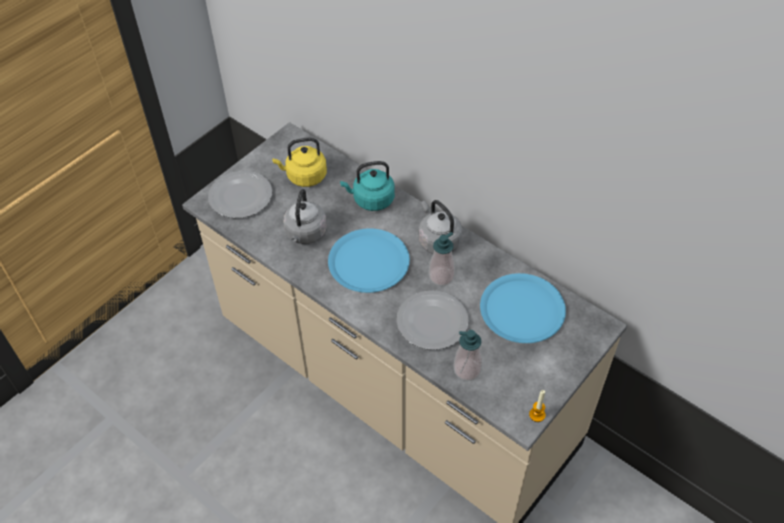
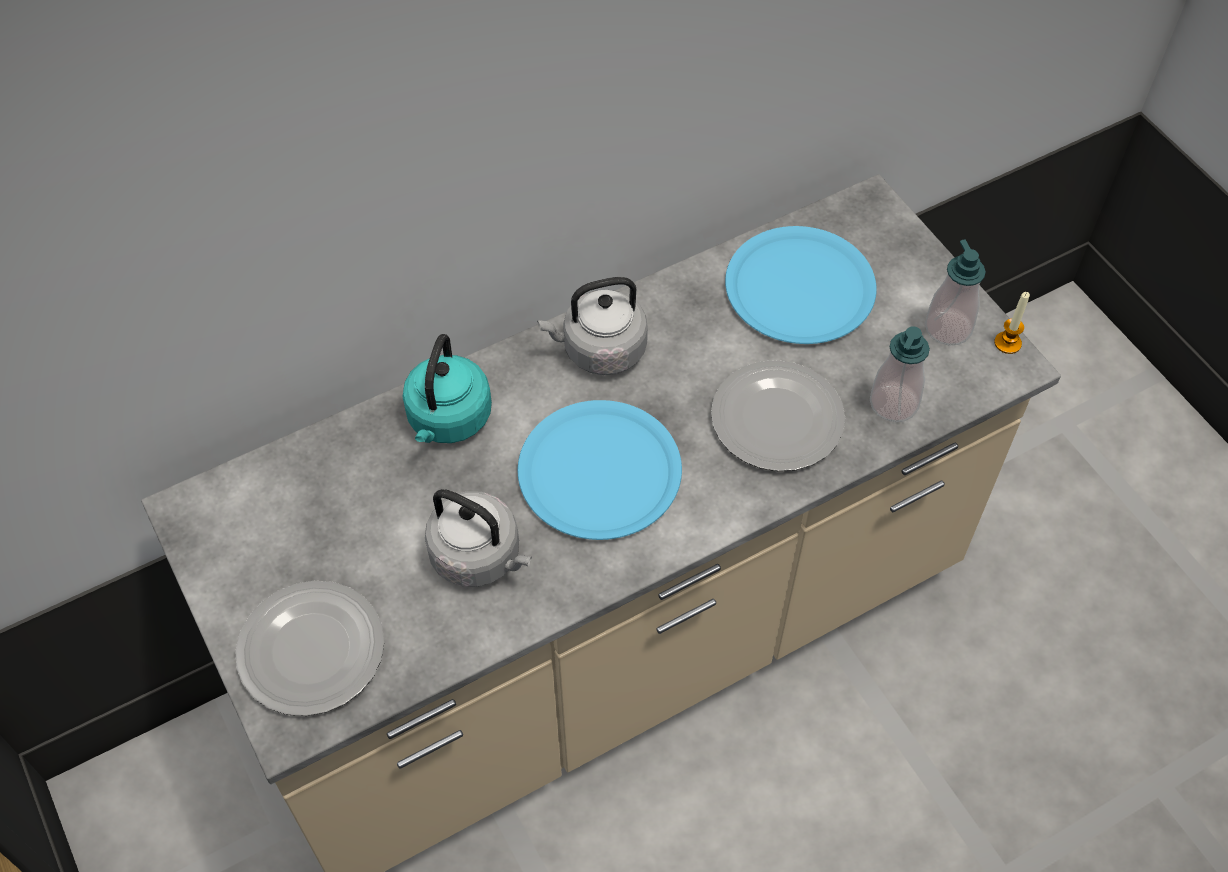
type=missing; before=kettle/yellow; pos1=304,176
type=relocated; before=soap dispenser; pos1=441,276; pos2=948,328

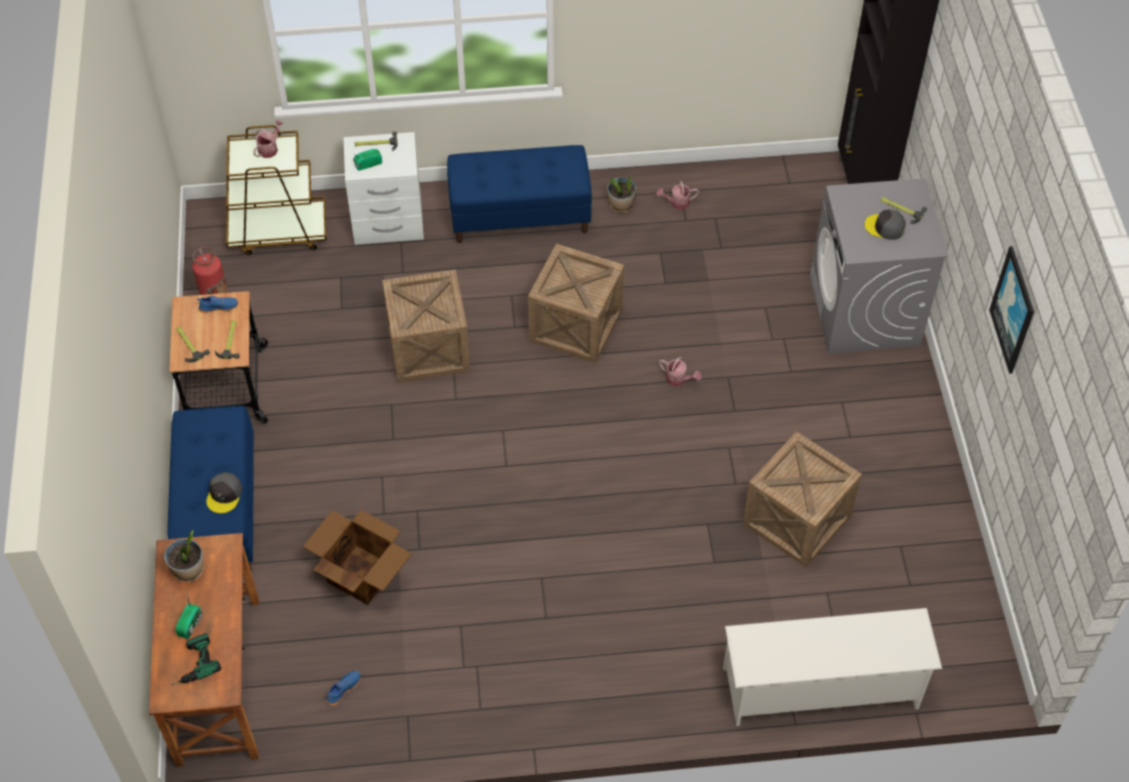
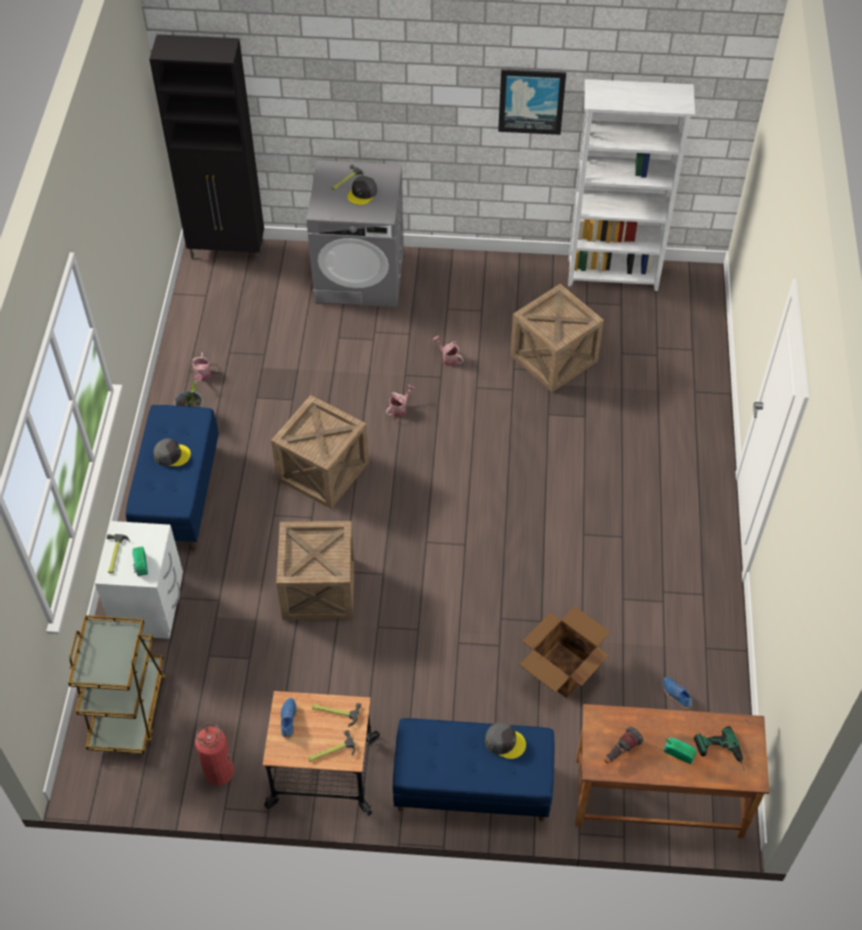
type=exchanged; before=potted plant; after=flashlight; pos1=189,570; pos2=620,751
type=relocated; before=watering can; pos1=269,148; pos2=448,358
type=missing; before=shoe rack/white; pos1=821,688
type=appeared; after=cap/grey; pos2=171,455
type=appeared; after=bookcase/white; pos2=613,275

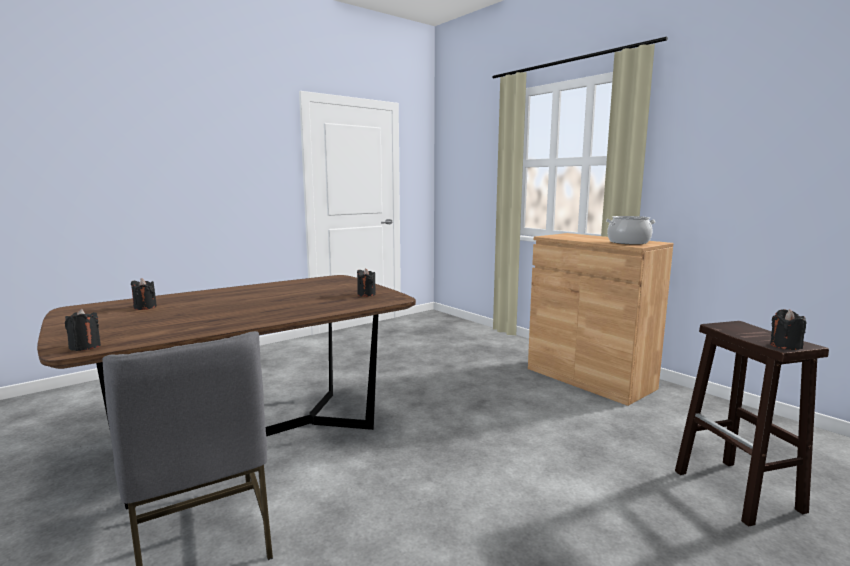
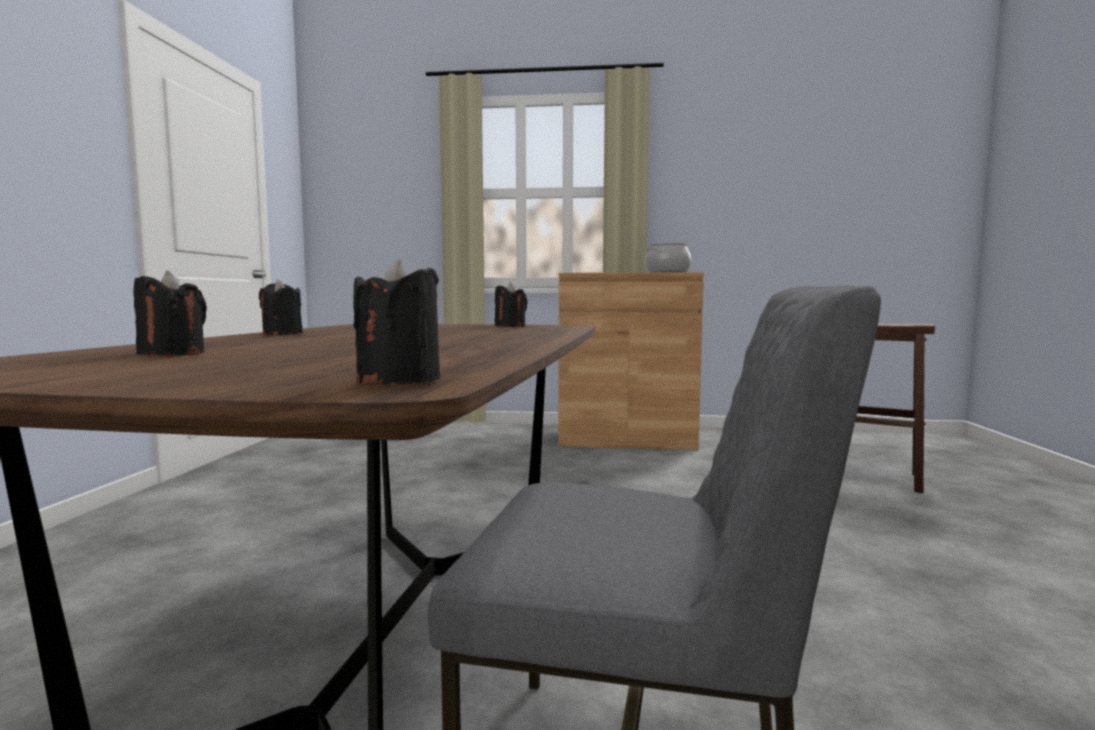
type=relocated; before=candle/black; pos1=785,346; pos2=282,334

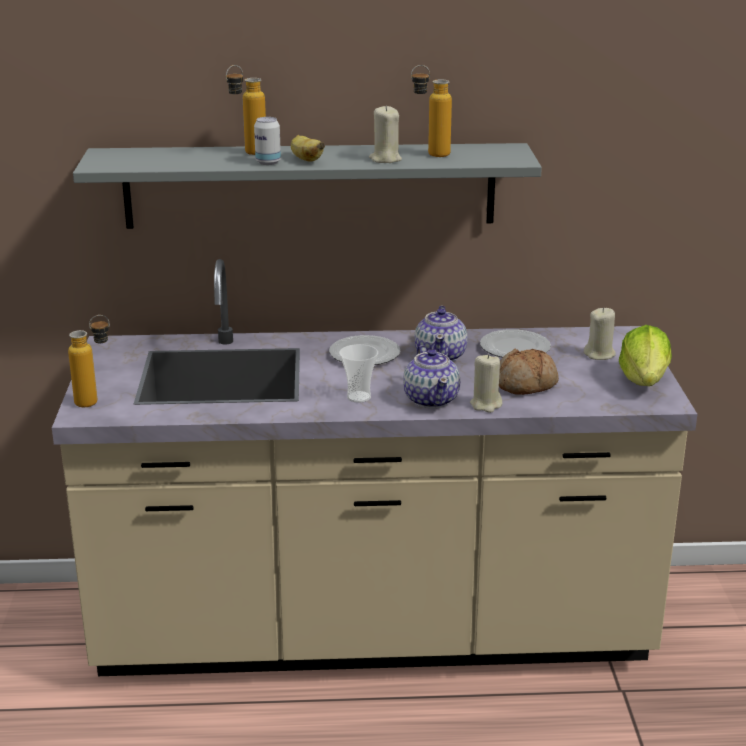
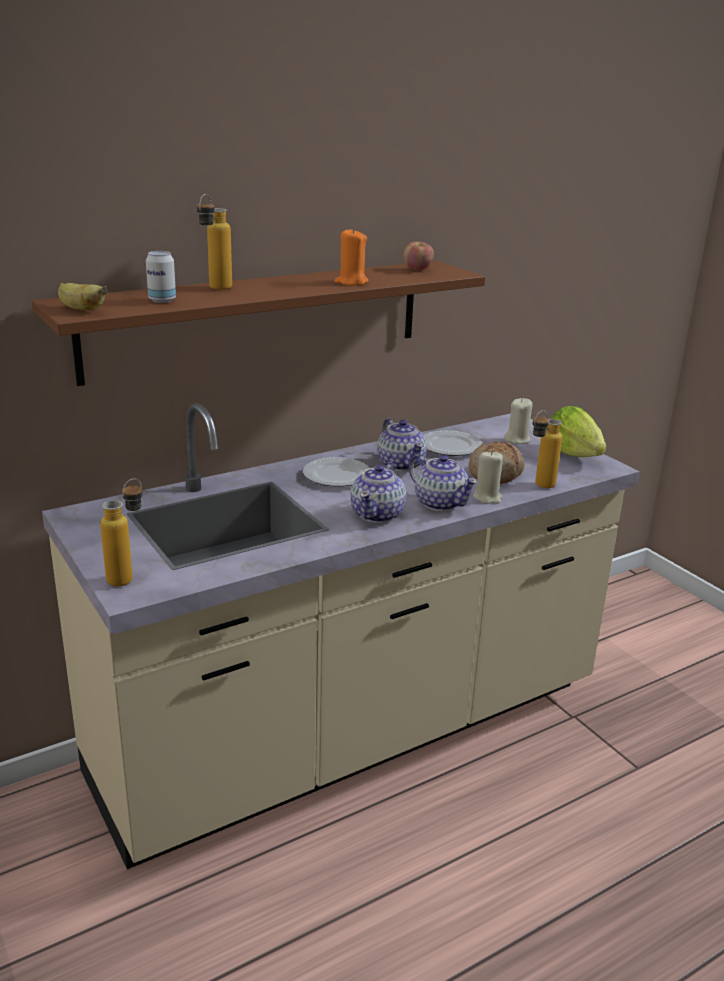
type=colour; before=shelf/grey; after=shelf/brown; pos1=310,185; pos2=258,319
type=relocated; before=can; pos1=268,162; pos2=162,300
type=relocated; before=banana; pos1=305,159; pos2=80,309
type=exchanged; before=cup; after=teapot; pos1=359,397; pos2=378,514
type=colour; before=candle/beige; after=candle/orange; pos1=385,159; pos2=351,282
type=relocated; before=bottle; pos1=430,155; pos2=539,486
type=appeared; after=apple; pos2=417,269

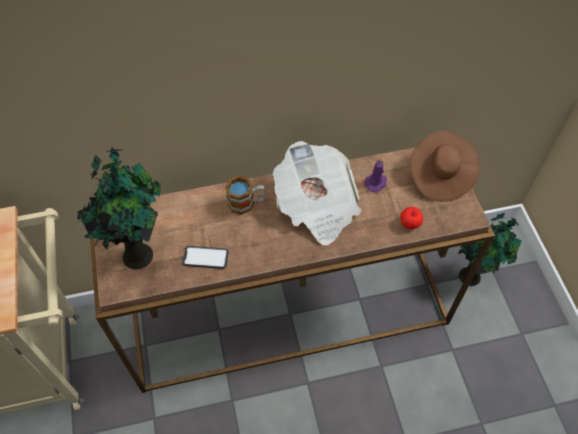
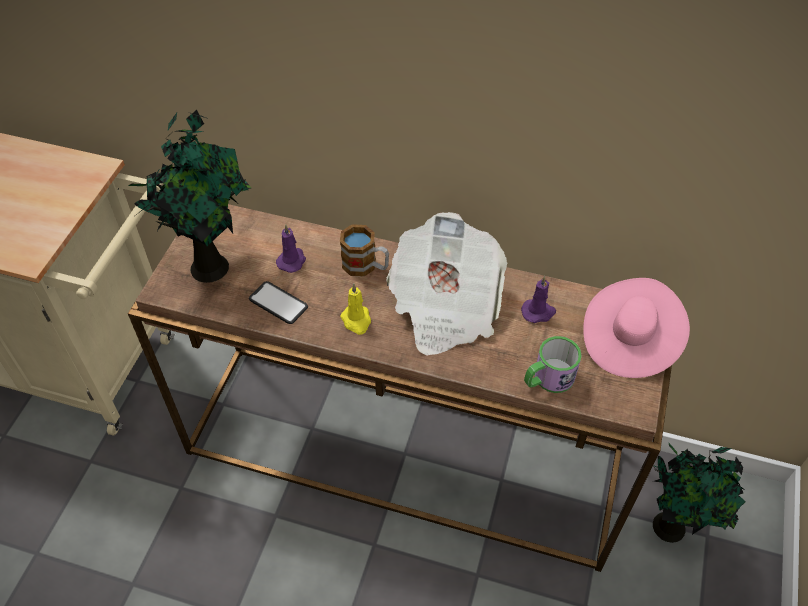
type=exchanged; before=apple; after=mug; pos1=410,223; pos2=547,379
type=colour; before=hat/brown; after=hat/pink; pos1=440,176; pos2=629,341
type=appeared; after=candle/purple; pos2=292,260
type=appeared; after=candle/yellow; pos2=356,321

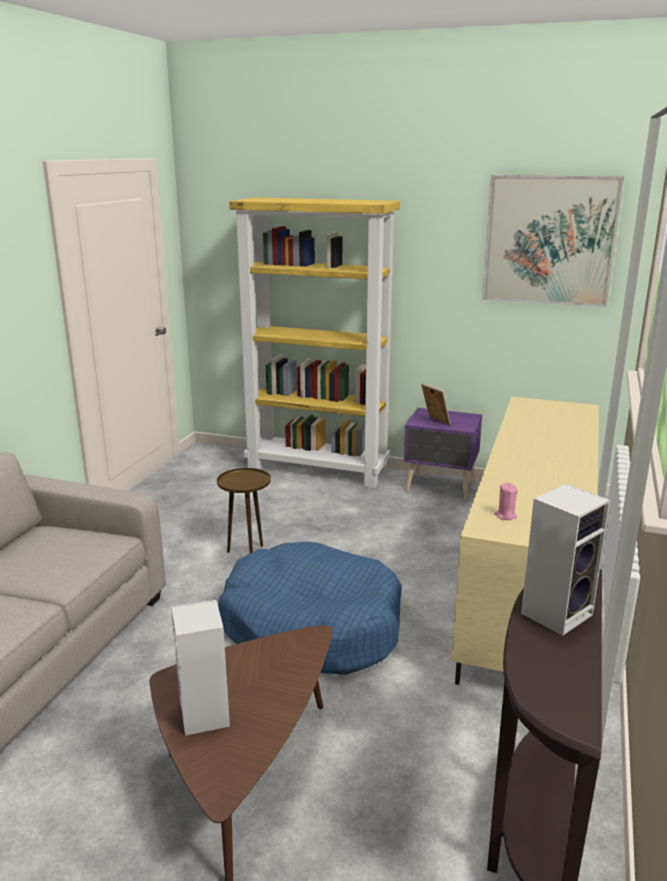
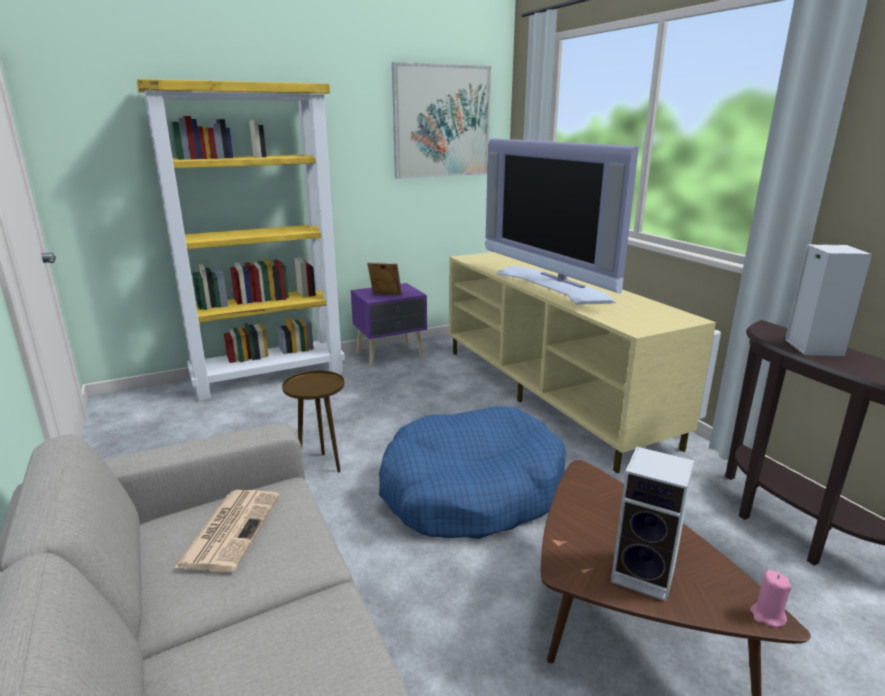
type=relocated; before=candle/pink; pos1=505,515; pos2=767,616
type=appeared; after=newspaper; pos2=231,529
type=appeared; after=television; pos2=552,284

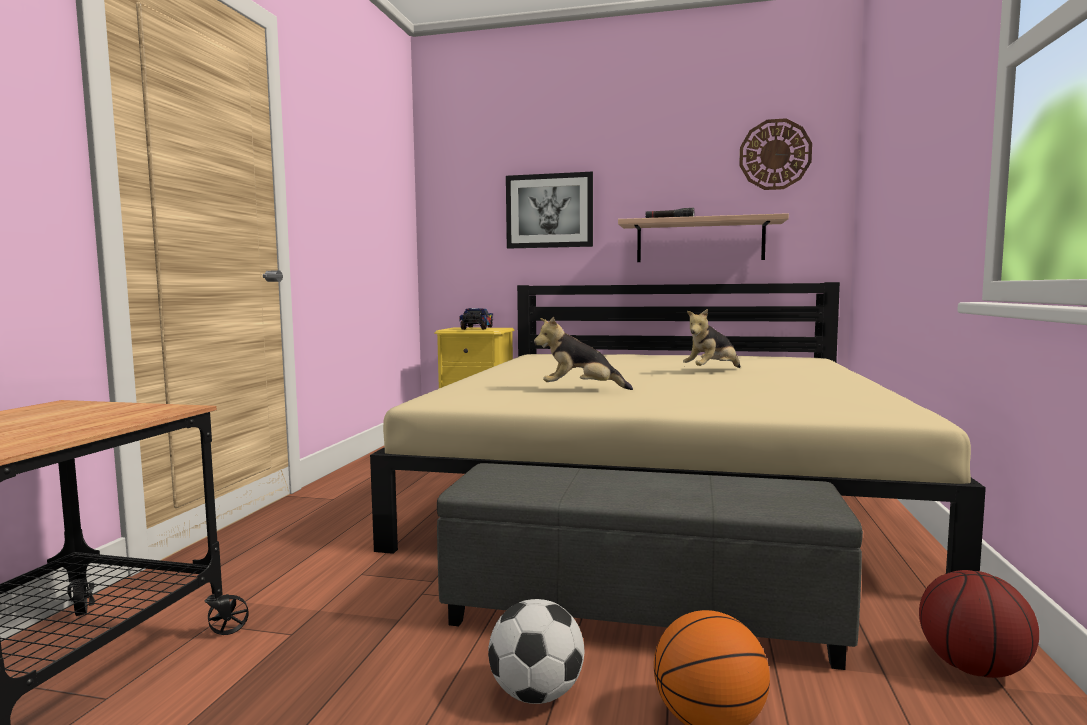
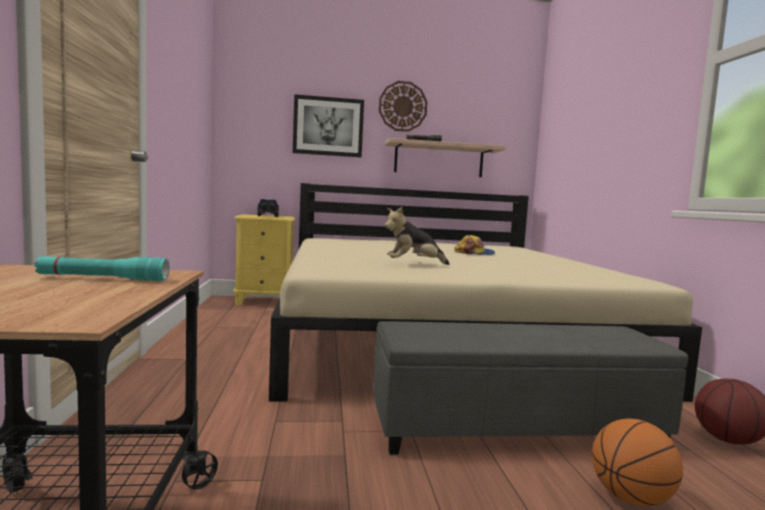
type=missing; before=football; pos1=536,694
type=exchanged; before=plush toy; after=cap; pos1=712,371; pos2=474,253
type=relocated; before=wall clock; pos1=775,154; pos2=402,106
type=appeared; after=flashlight/turquoise; pos2=103,279

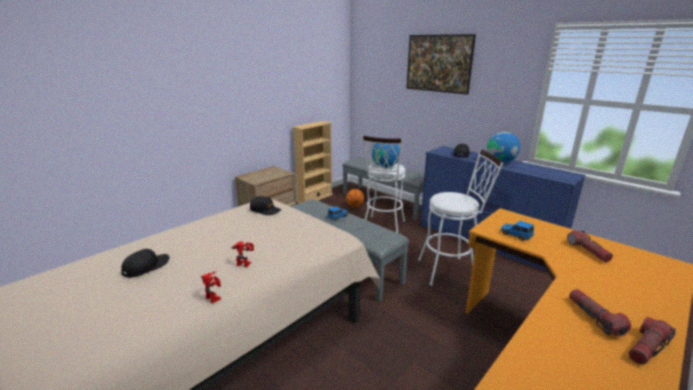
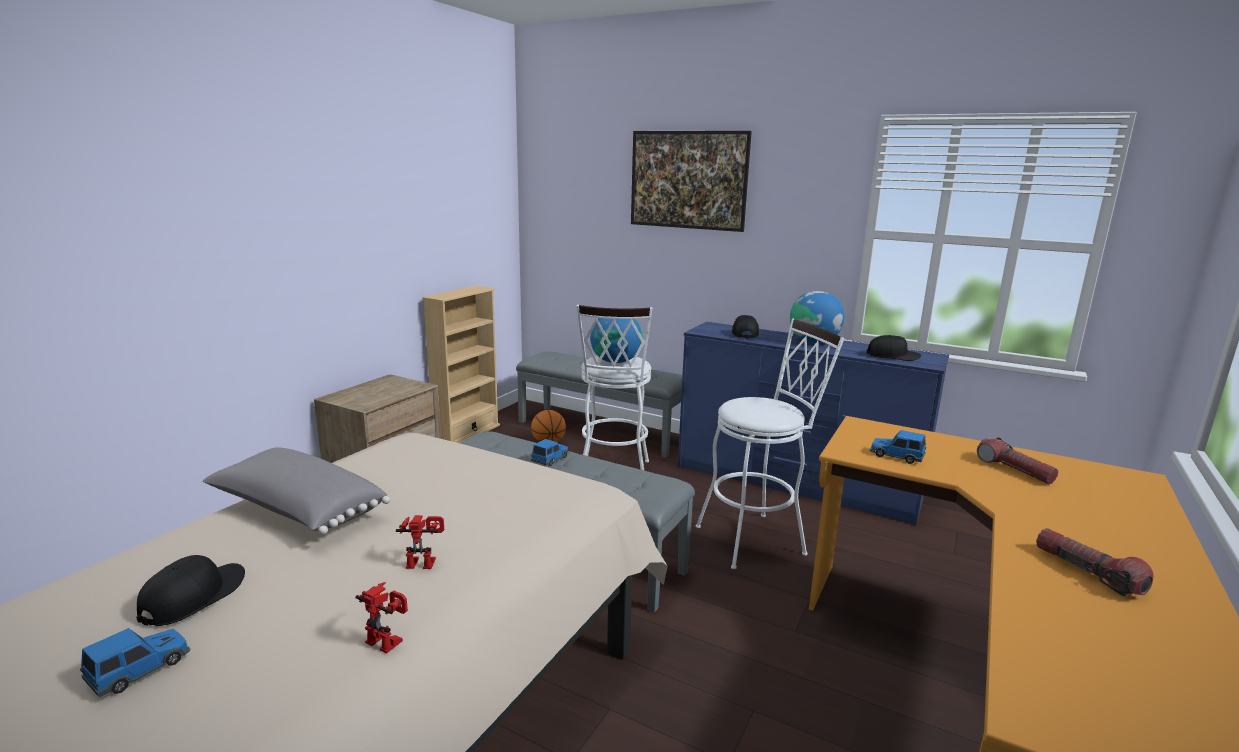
type=relocated; before=cap/black; pos1=265,210; pos2=892,356
type=missing; before=flashlight; pos1=647,348
type=appeared; after=toy car; pos2=140,670
type=appeared; after=pillow/grey; pos2=297,511

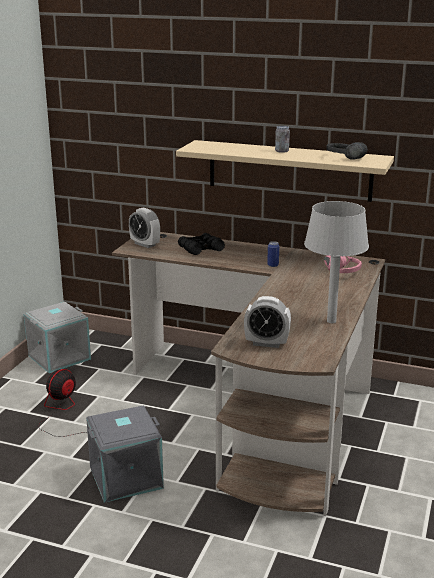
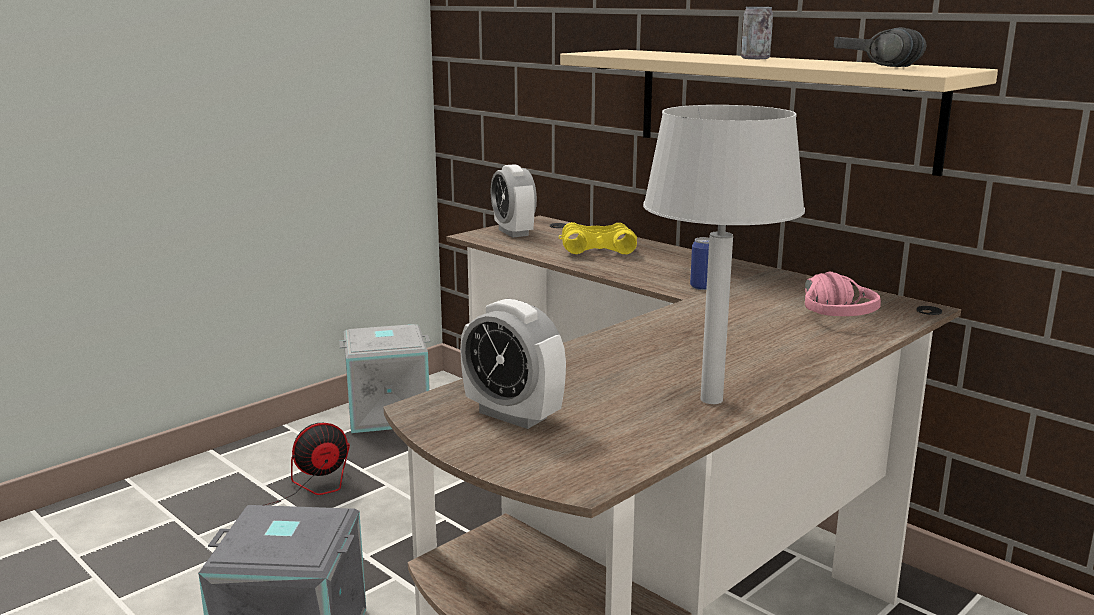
type=colour; before=binoculars/black; after=binoculars/yellow; pos1=200,249; pos2=597,249

